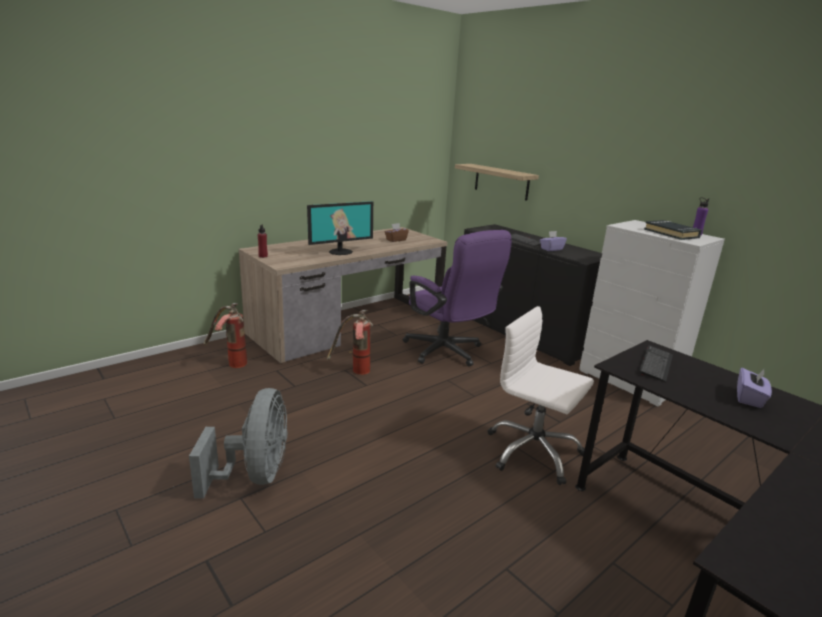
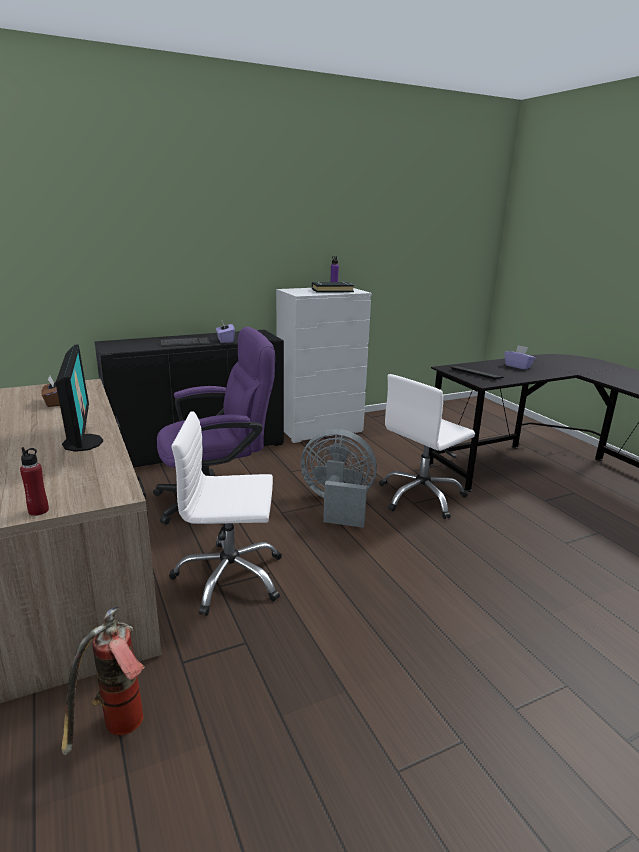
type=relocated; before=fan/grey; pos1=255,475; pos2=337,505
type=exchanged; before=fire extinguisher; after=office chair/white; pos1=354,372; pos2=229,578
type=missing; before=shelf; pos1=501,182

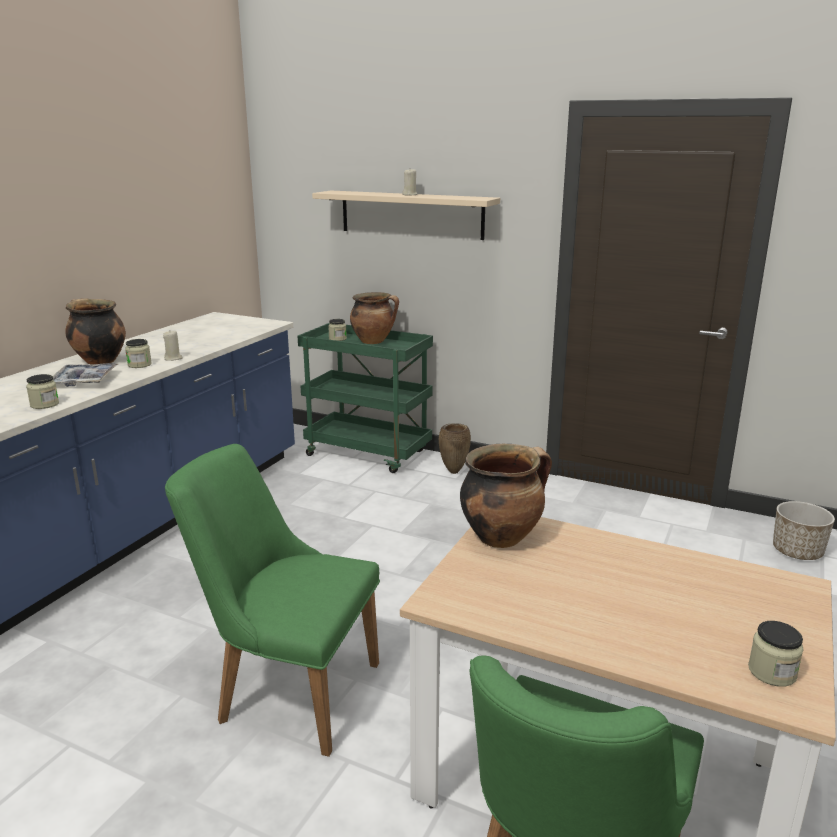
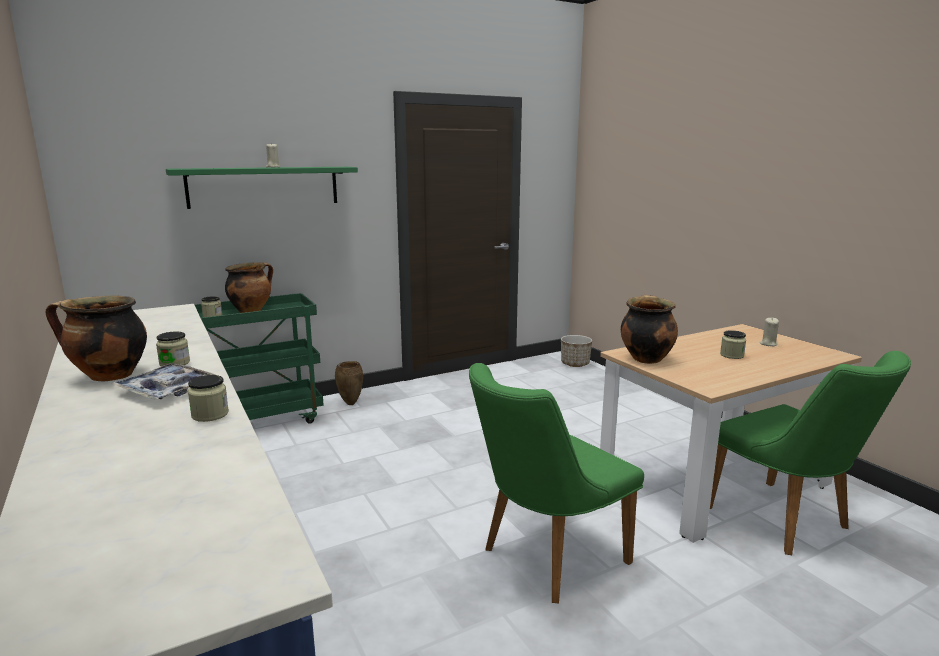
type=relocated; before=candle/beige; pos1=173,358; pos2=768,344
type=colour; before=shelf/beige; after=shelf/green; pos1=411,214; pos2=264,186
type=relocated; before=jar; pos1=772,672; pos2=731,355

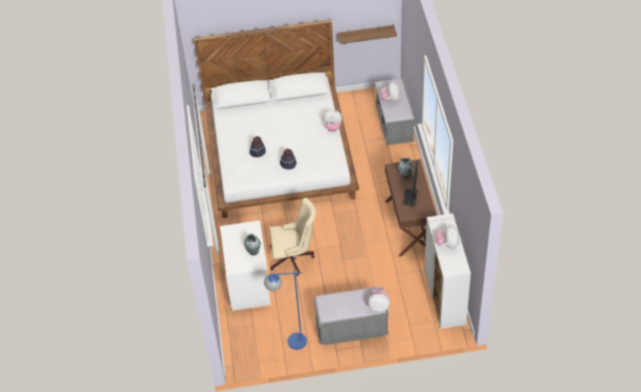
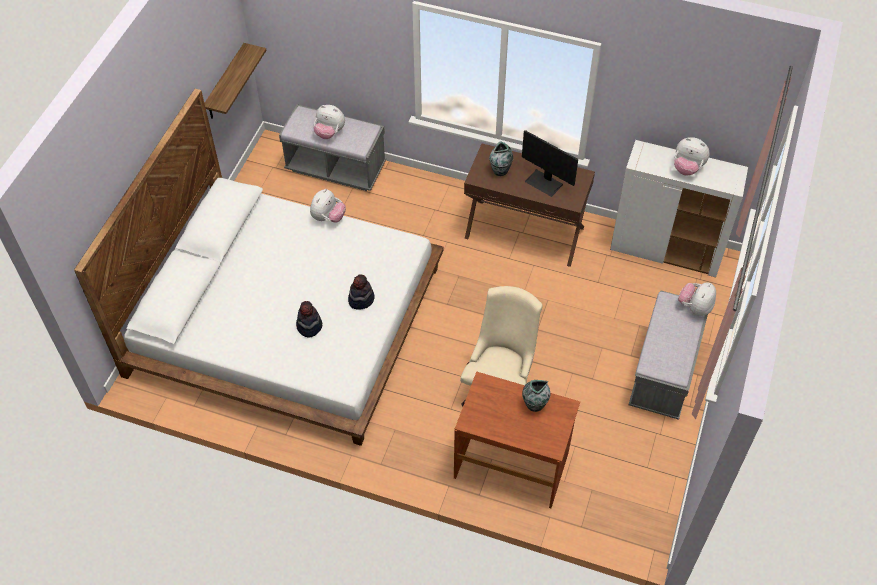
type=colour; before=desk/white; after=desk/brown; pos1=248,283; pos2=512,464
type=missing; before=floor lamp/blue; pos1=290,342

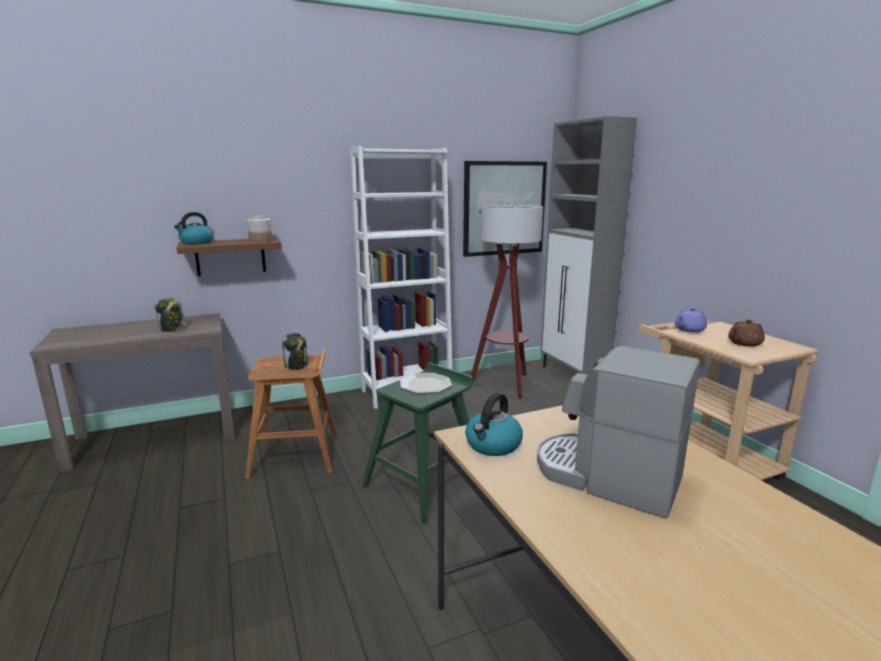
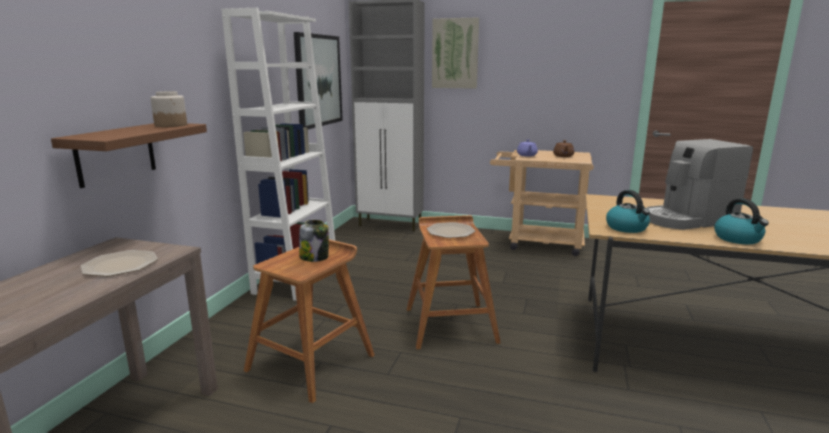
type=exchanged; before=jar; after=plate; pos1=172,329; pos2=121,265
type=relocated; before=kettle; pos1=196,243; pos2=738,239
type=colour; before=stool/green; after=stool/brown; pos1=425,484; pos2=450,324
type=missing; before=floor lamp; pos1=505,384
type=appeared; after=picture; pos2=455,53

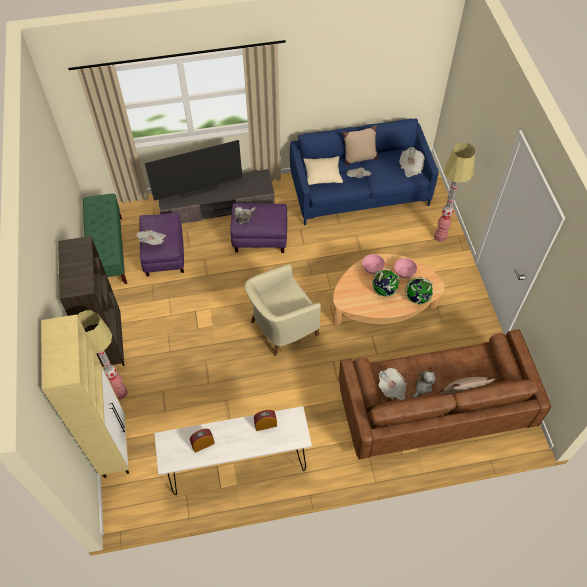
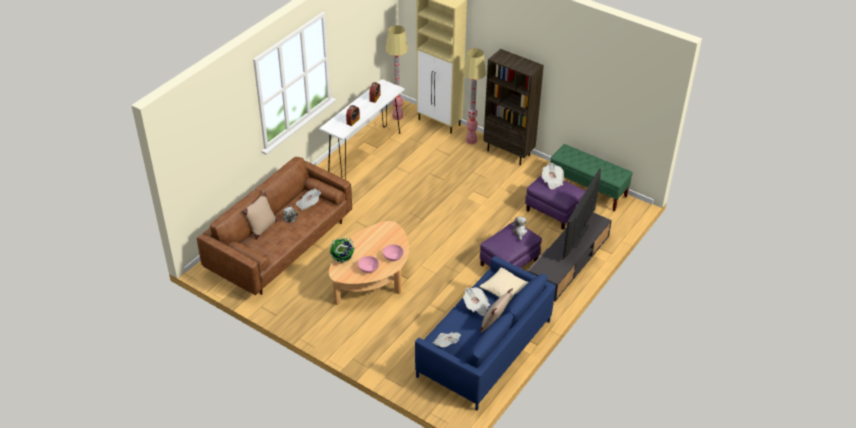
type=missing; before=armchair/beige; pos1=282,327
type=missing; before=globe; pos1=384,290
type=relocated; before=floor lamp; pos1=440,237; pos2=397,116

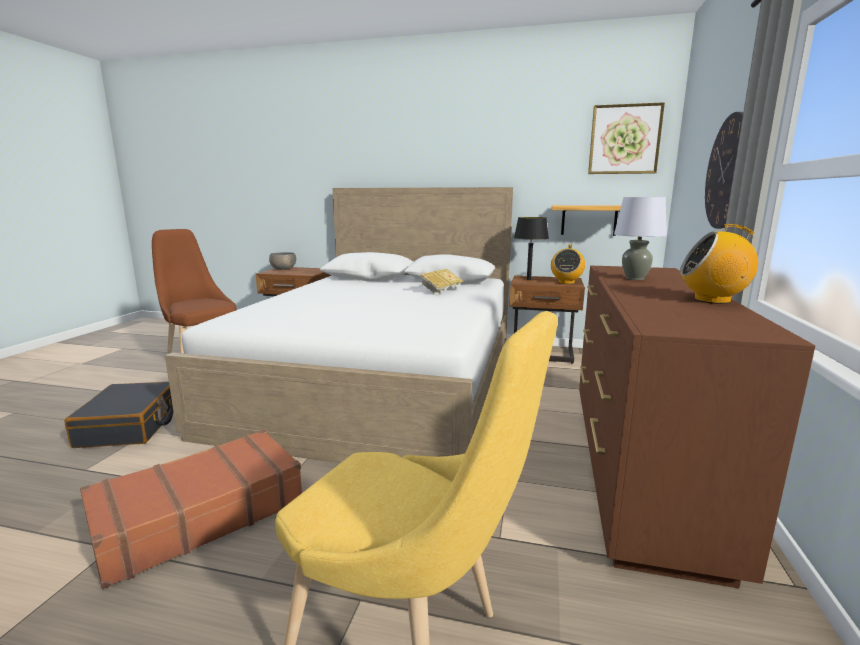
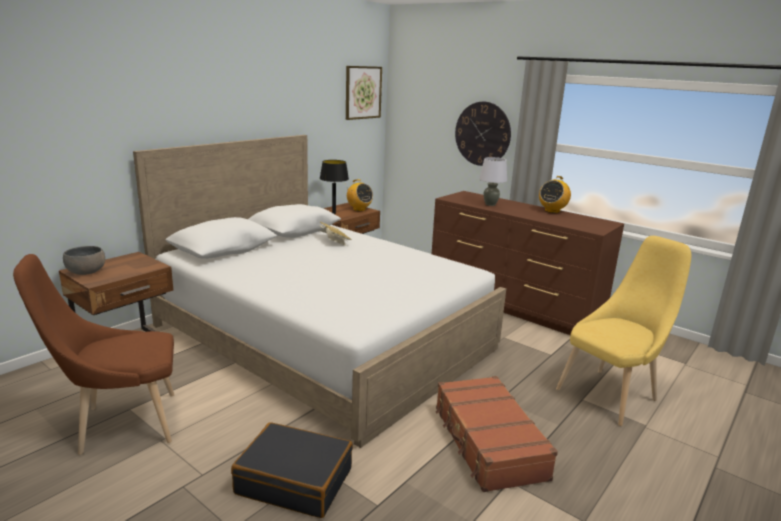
type=missing; before=shelf; pos1=589,220

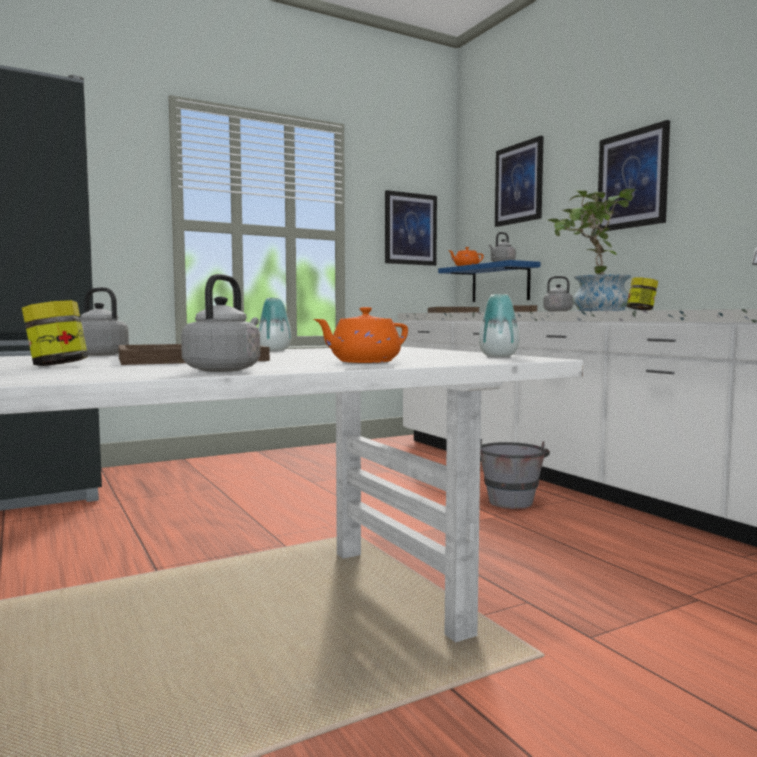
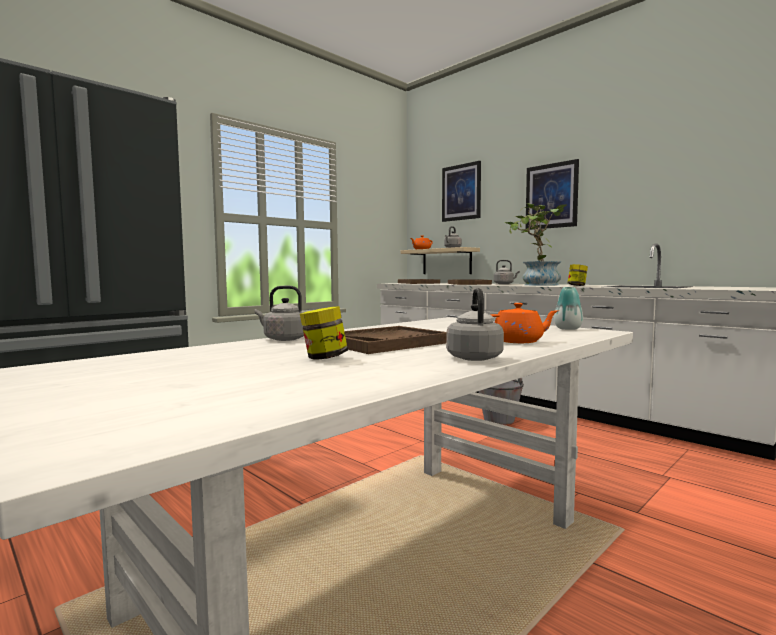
type=missing; before=vase; pos1=274,350
type=spun; before=teapot/orange; pos1=363,362; pos2=519,341; turn=-135
type=missing; before=picture; pos1=410,229
type=colour; before=shelf/blue; after=shelf/beige; pos1=500,283; pos2=446,261

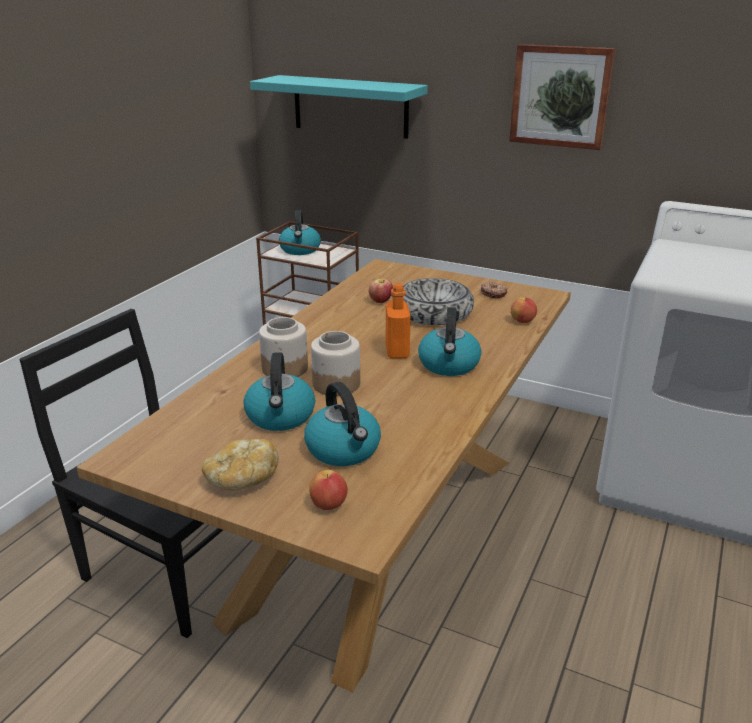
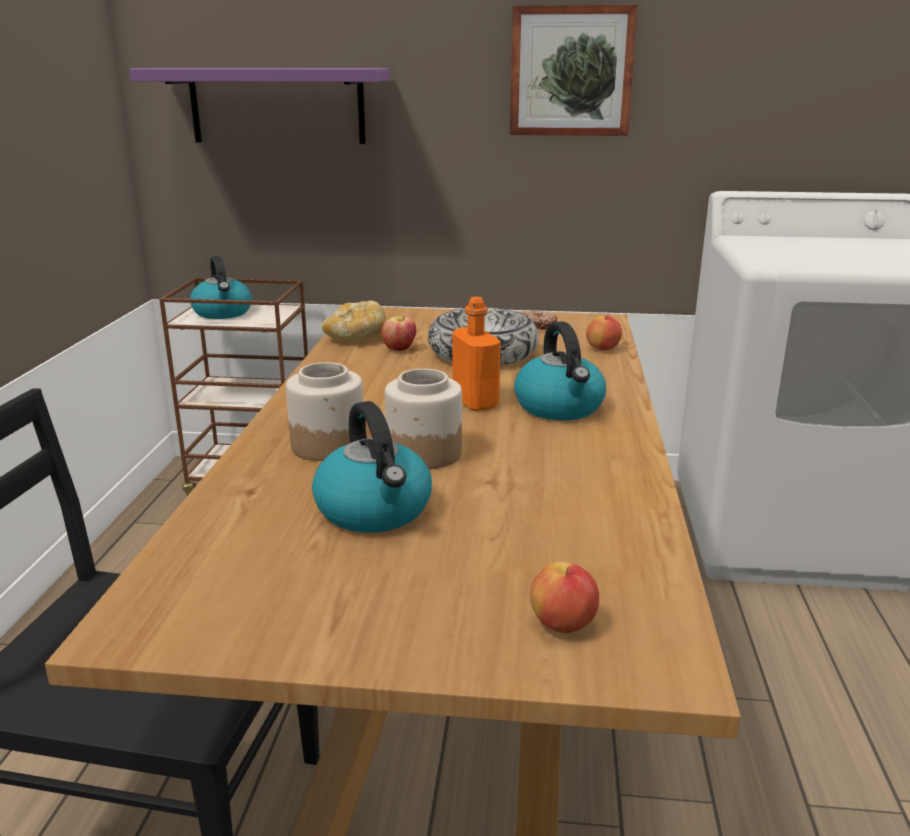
type=relocated; before=bread; pos1=242,480; pos2=356,338
type=colour; before=shelf/turquoise; after=shelf/purple; pos1=350,106; pos2=277,106
type=missing; before=kettle; pos1=344,450

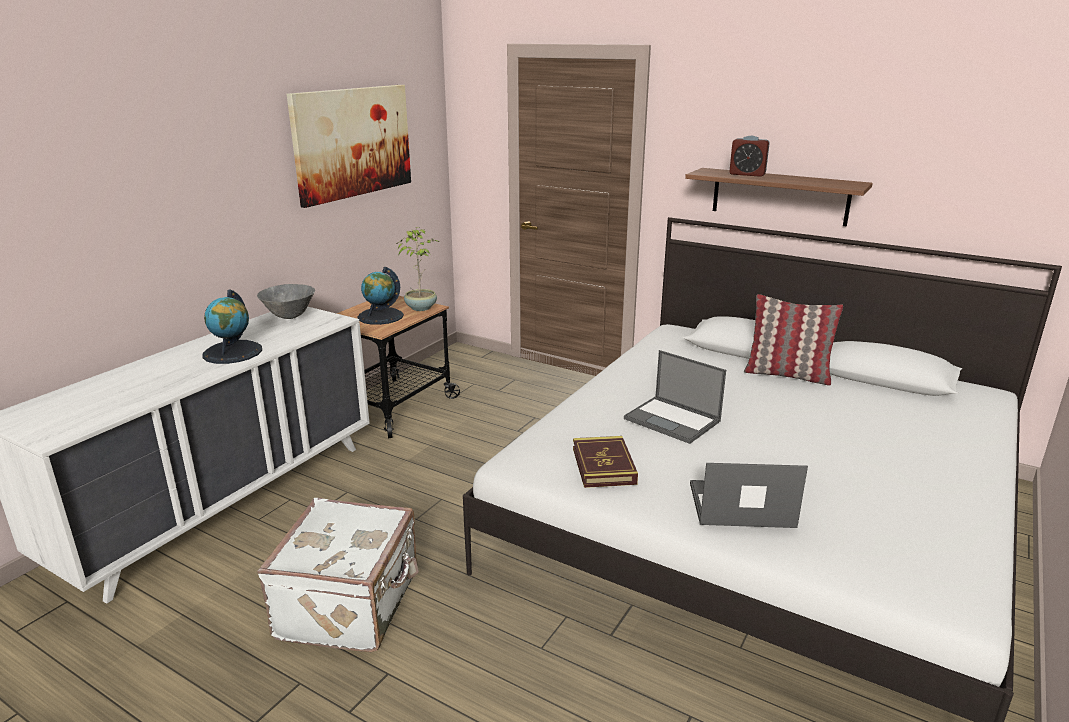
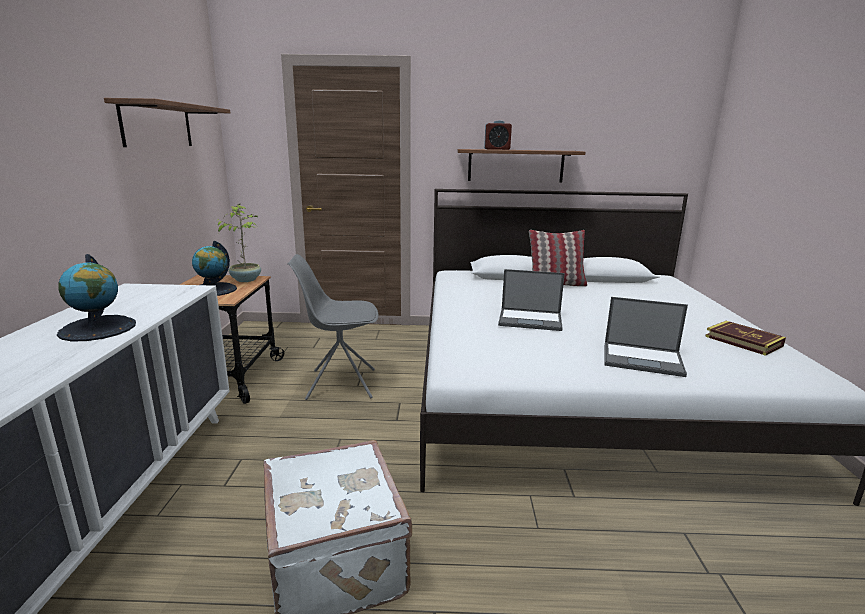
type=missing; before=bowl/grey; pos1=289,316
type=exchanged; before=picture; after=shelf; pos1=353,142; pos2=157,125
type=relocated; before=book; pos1=603,466; pos2=743,341
type=spun; before=laptop; pos1=739,505; pos2=643,359; turn=-135
type=appeared; after=chair/grey; pos2=340,384

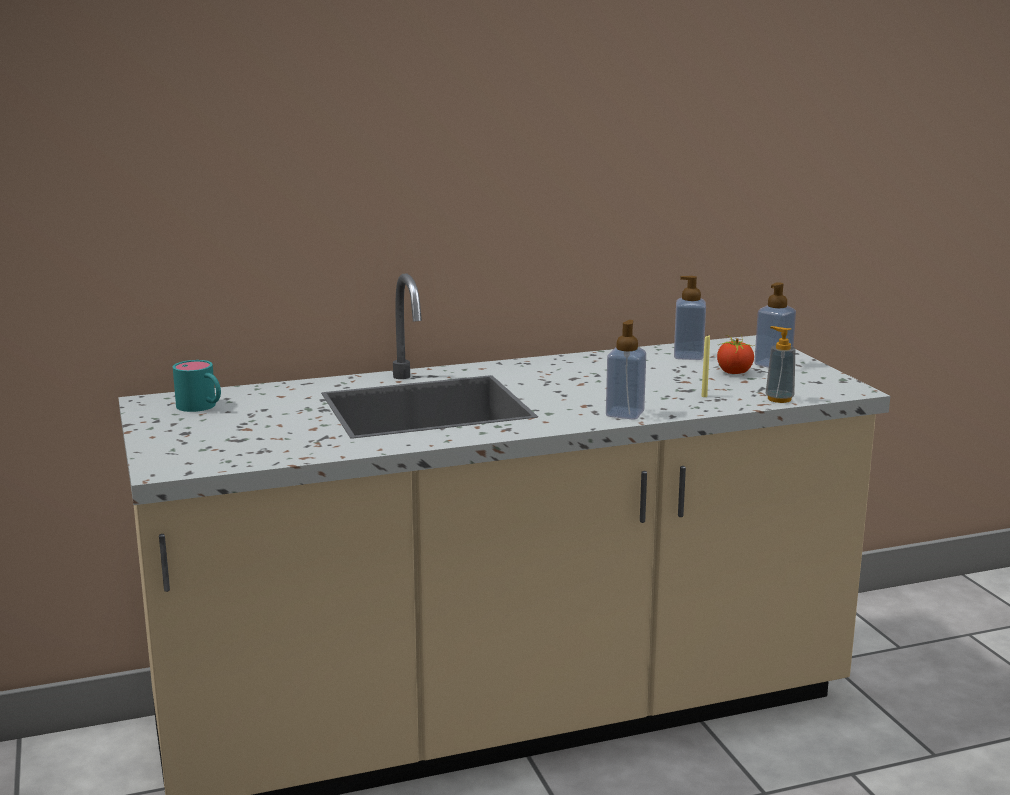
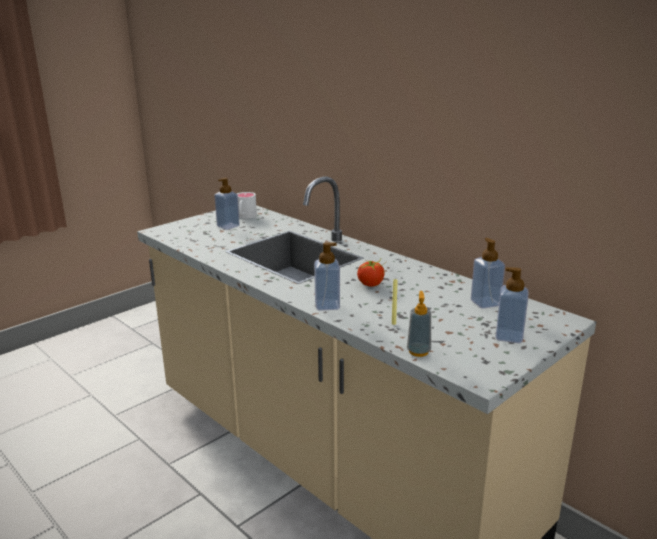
type=colour; before=mug/turquoise; after=mug/white; pos1=202,407; pos2=245,216
type=relocated; before=tomato; pos1=734,372; pos2=371,284
type=appeared; after=soap dispenser; pos2=228,226

